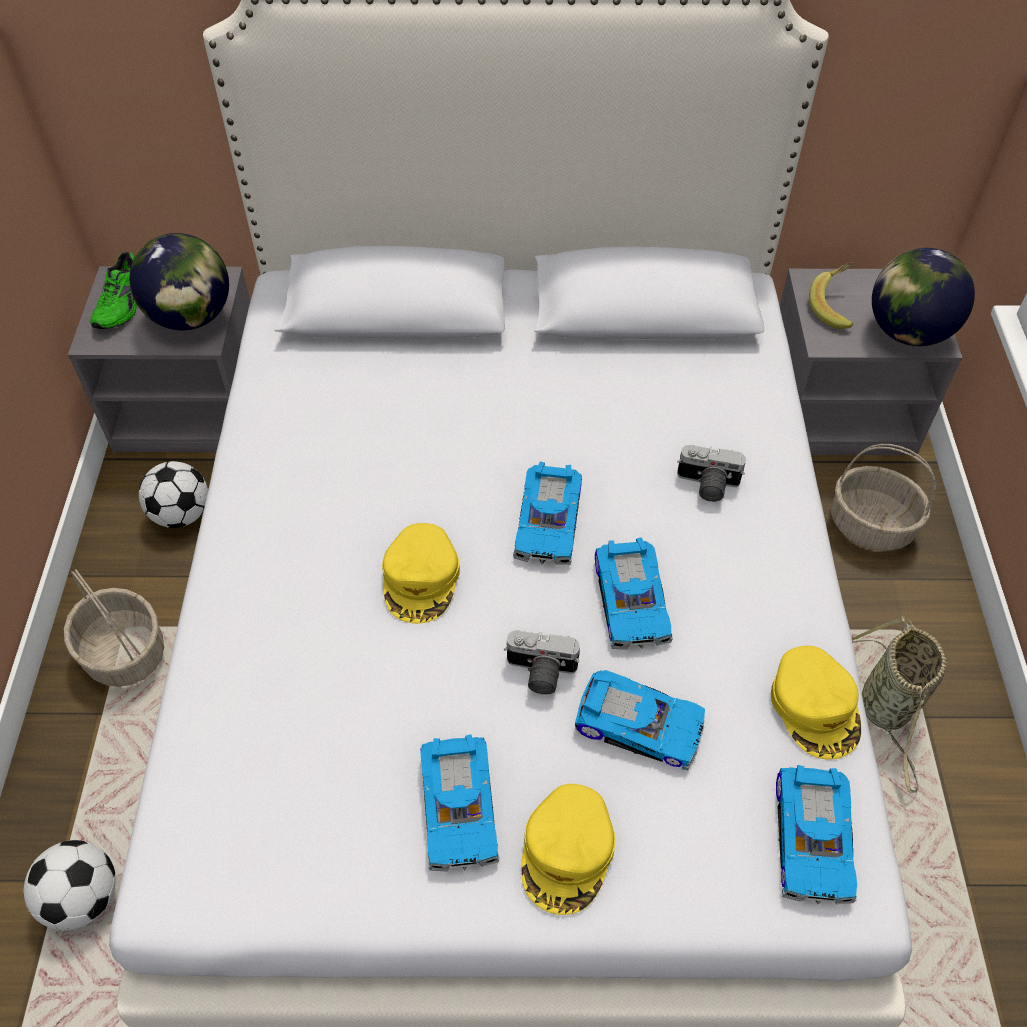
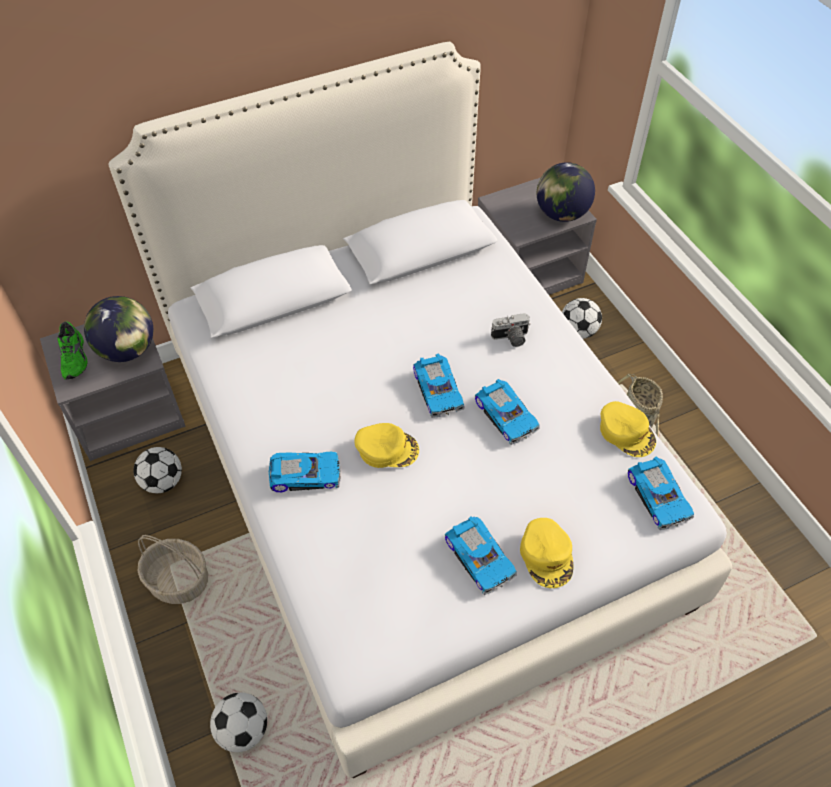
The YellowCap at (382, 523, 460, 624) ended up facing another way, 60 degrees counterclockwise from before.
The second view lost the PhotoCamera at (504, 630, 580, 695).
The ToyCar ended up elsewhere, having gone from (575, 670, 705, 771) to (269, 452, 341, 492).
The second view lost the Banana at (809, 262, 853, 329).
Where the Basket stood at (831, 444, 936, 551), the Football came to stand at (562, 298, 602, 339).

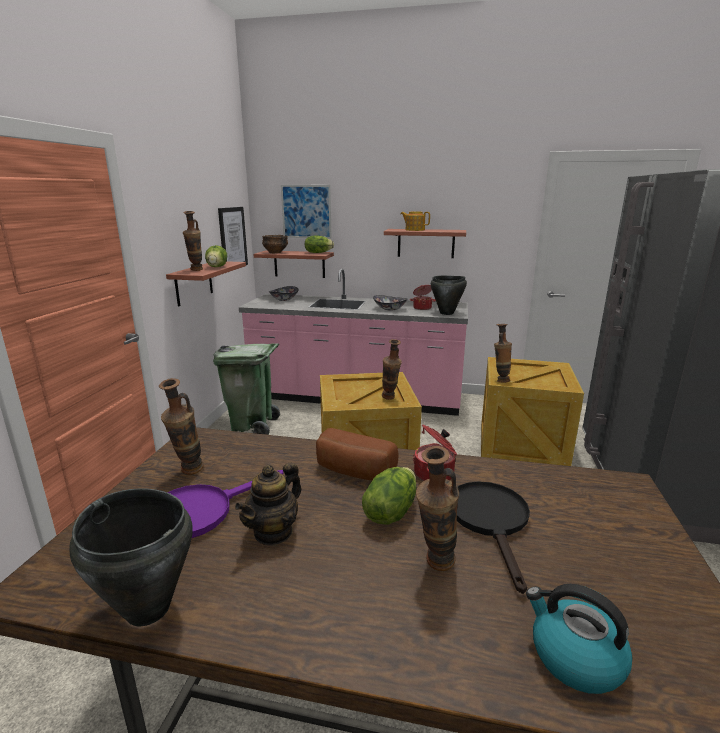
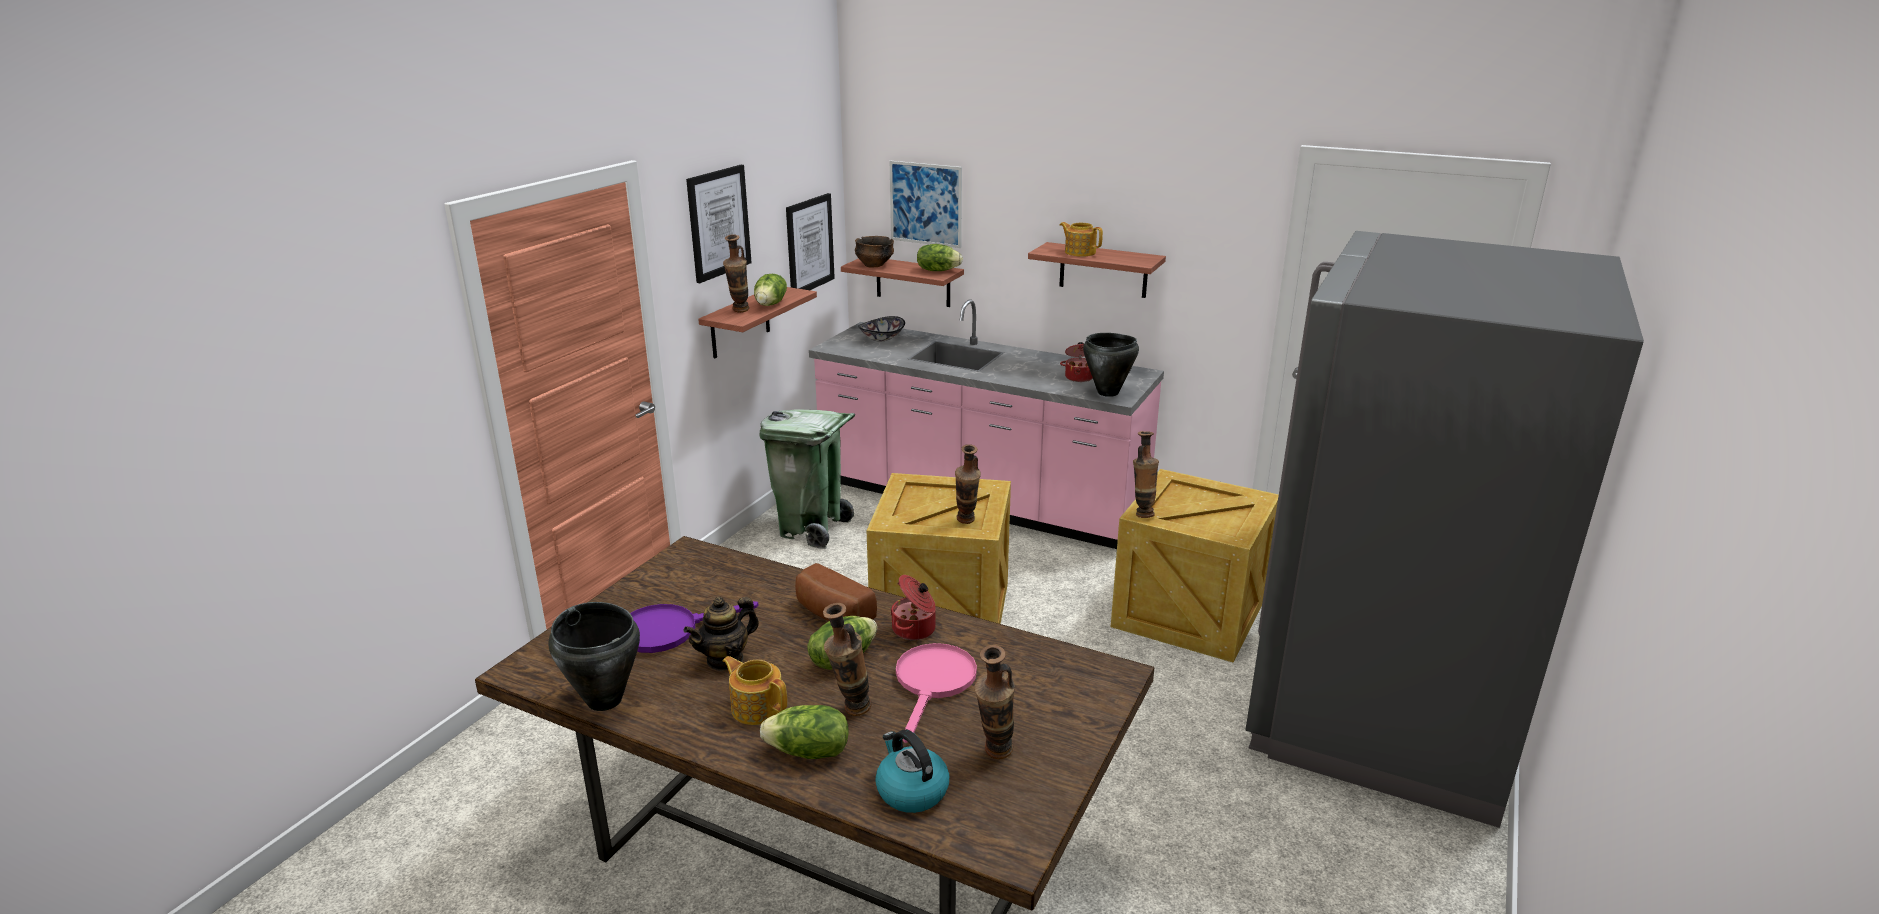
The Vase ended up elsewhere, having gone from (159, 378, 204, 475) to (974, 645, 1015, 759).
The second view lost the Bowl at (373, 295, 408, 311).
What was the BlackFryingPan at (457, 481, 530, 594) turned into the PinkFryingPan at (896, 643, 977, 743).
The second view gained the Picture at (686, 165, 751, 283).
The second view gained the Teapot at (723, 656, 787, 725).
The second view gained the Lettuce at (760, 705, 848, 759).

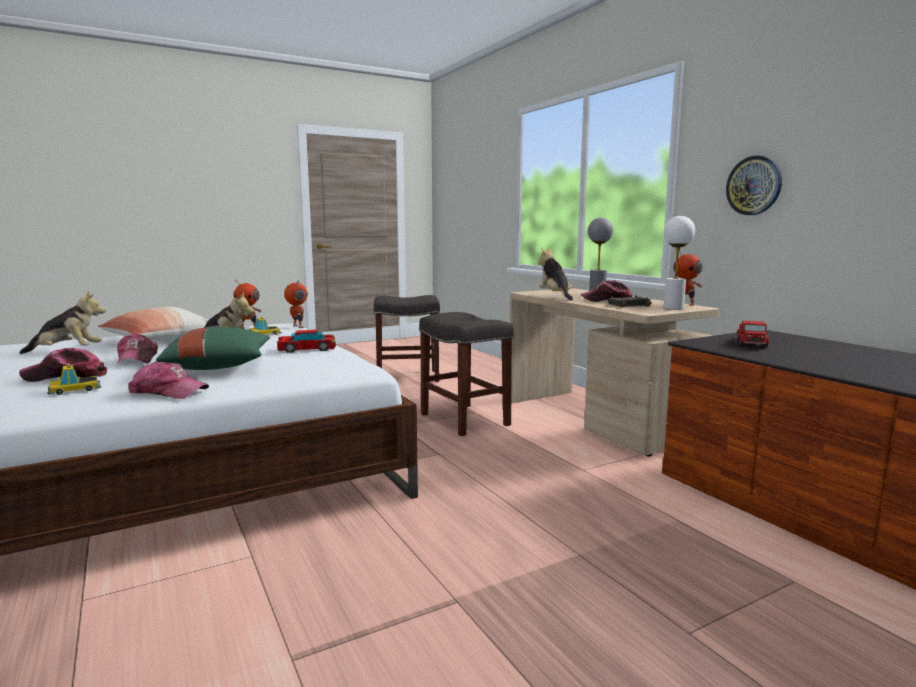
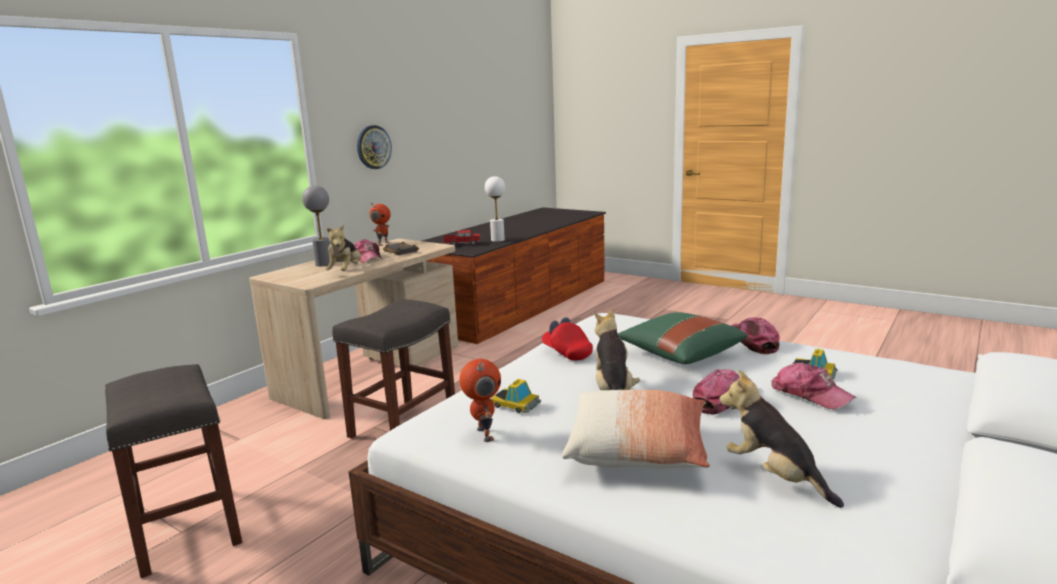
Where the ToyCar stood at (277, 330, 336, 353), the RedCap came to stand at (542, 317, 593, 361).
The second view lost the ToyRobot at (284, 280, 308, 328).
The PlushToy at (538, 247, 573, 301) ended up facing another way, 45 degrees counterclockwise from before.
The WhiteTableLamp ended up elsewhere, having gone from (663, 216, 695, 310) to (485, 176, 505, 242).

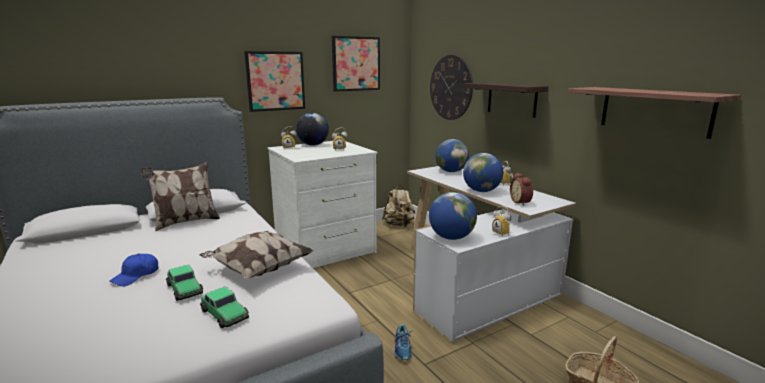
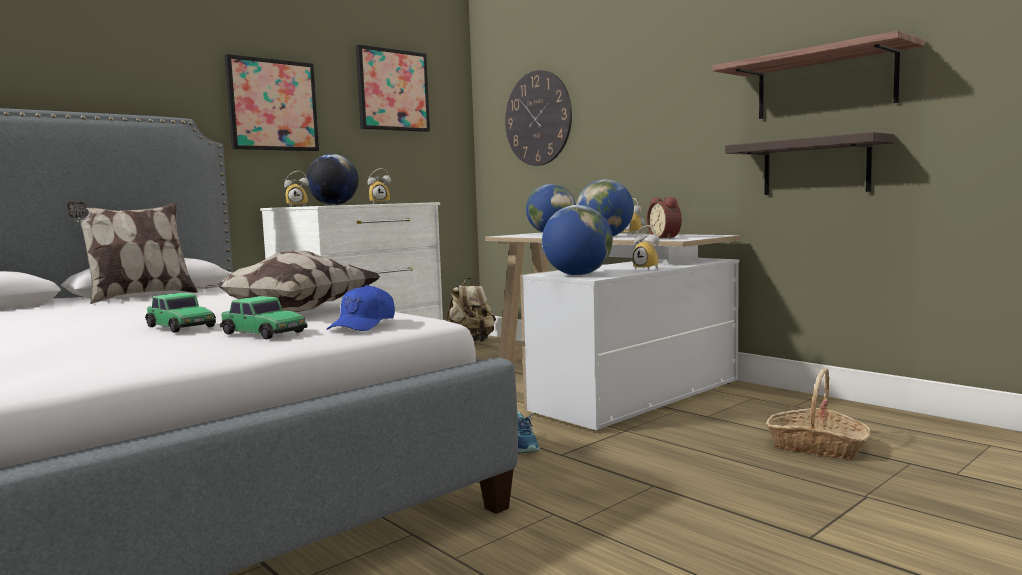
The BlueCap ended up elsewhere, having gone from (109, 253, 158, 286) to (327, 285, 395, 331).
The Shelf ended up elsewhere, having gone from (464, 83, 549, 118) to (725, 132, 895, 195).

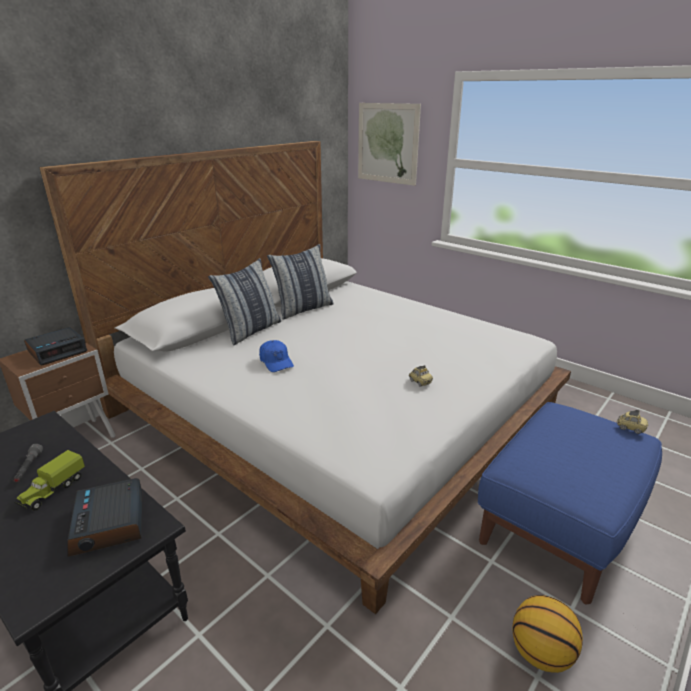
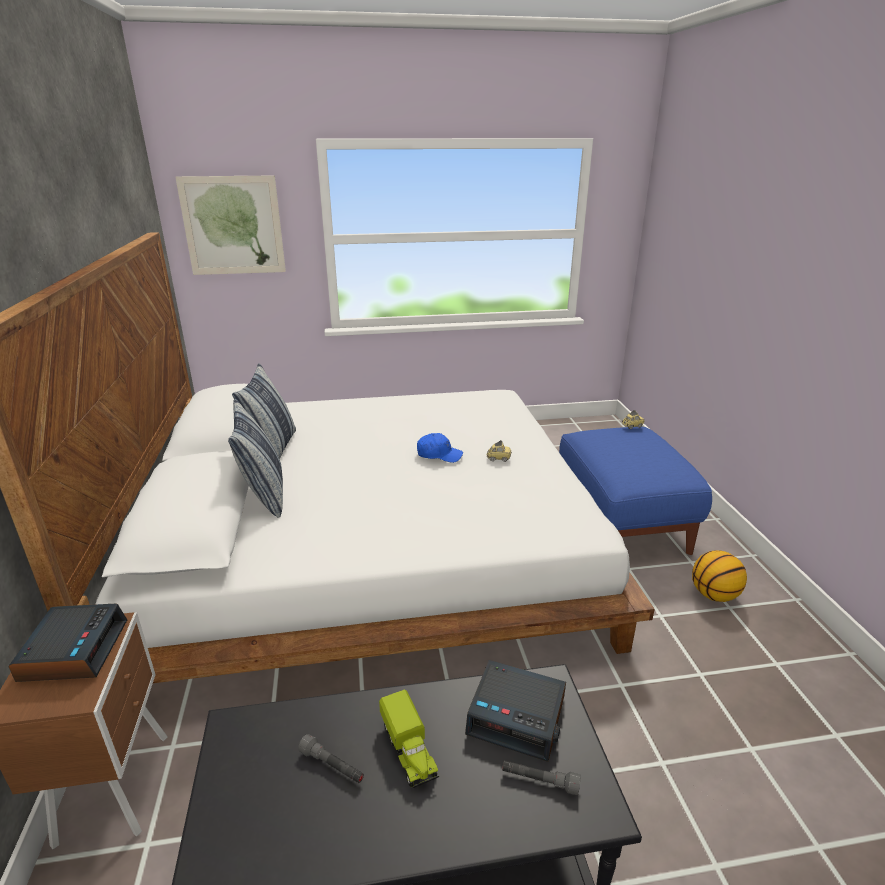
The BlueCap ended up elsewhere, having gone from (259, 340, 294, 372) to (417, 433, 463, 463).
The second view gained the GreyFlashlight at (502, 760, 581, 795).

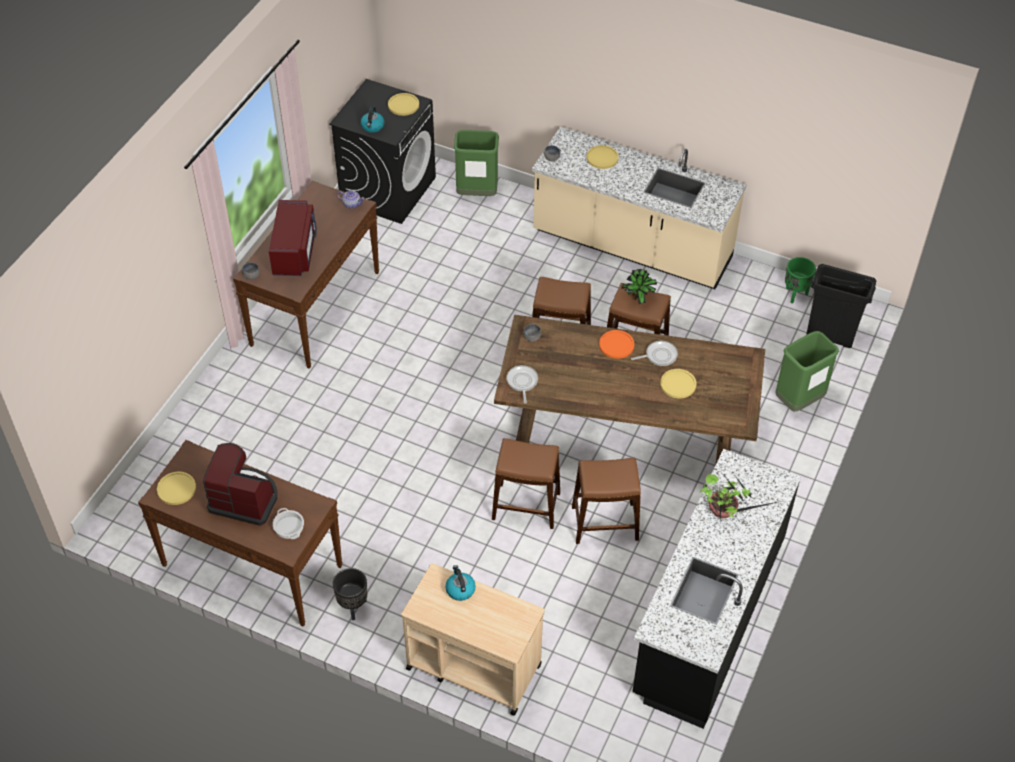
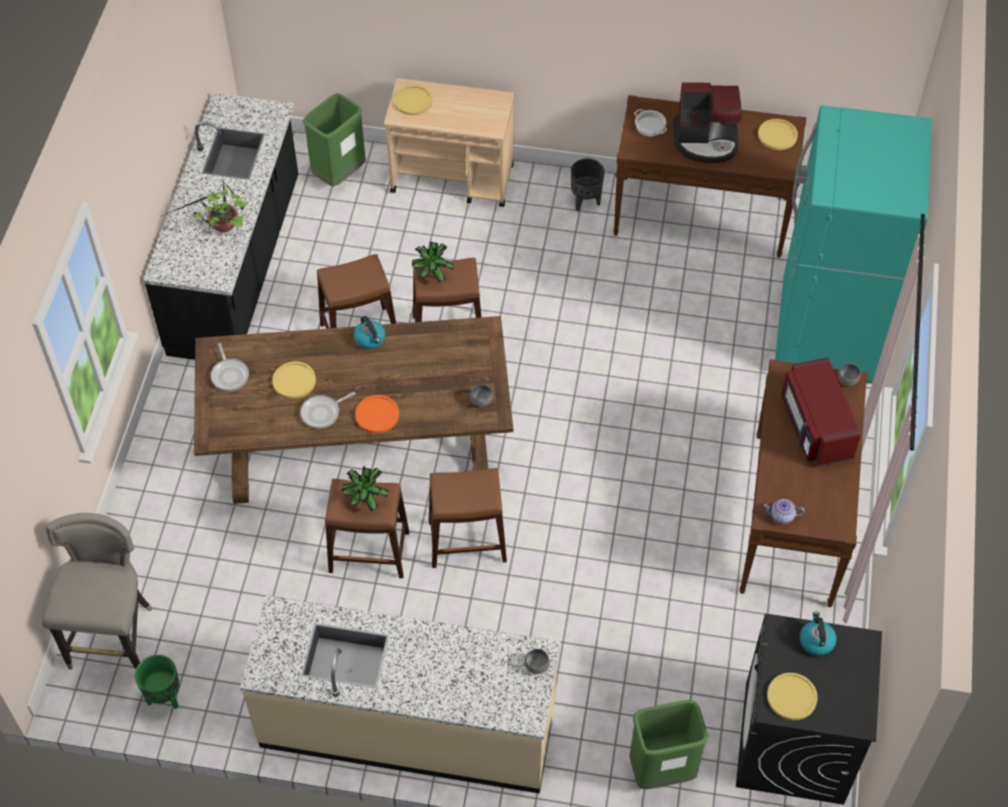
The Kettle ended up elsewhere, having gone from (445, 565, 476, 601) to (354, 316, 385, 349).
The FryingPan ended up elsewhere, having gone from (506, 365, 538, 404) to (210, 343, 249, 391).
The YellowPlate ended up elsewhere, having gone from (587, 145, 619, 169) to (394, 85, 432, 115).
The GreenTrashCan ended up elsewhere, having gone from (775, 331, 839, 412) to (303, 93, 366, 186).
Where the BlackTrashCan stood at (806, 264, 876, 348), the GreyStool came to stand at (42, 513, 153, 670).
The second view gained the PottedPlant at (412, 241, 454, 283).
The second view gained the TurquoiseFridge at (775, 105, 932, 384).

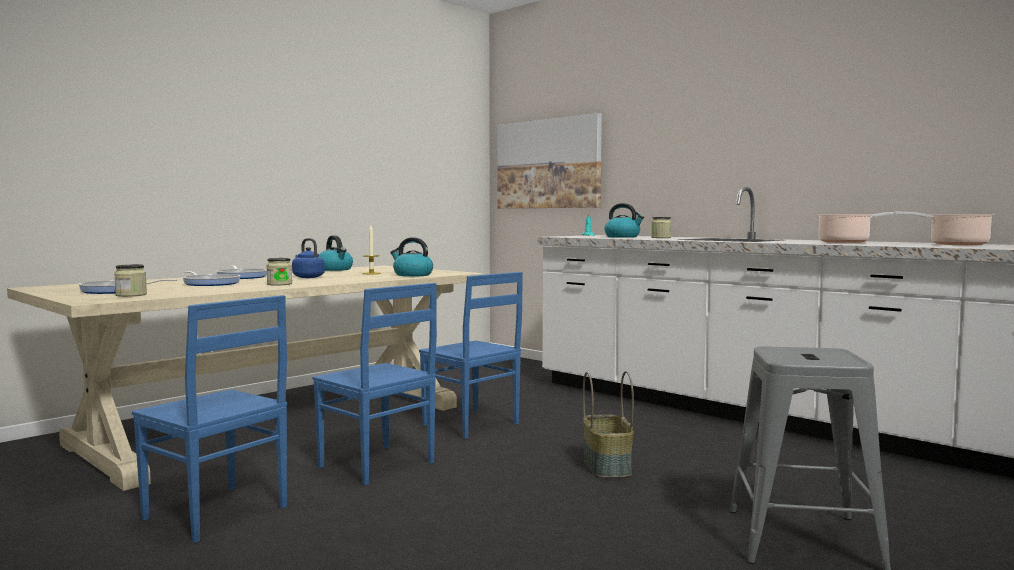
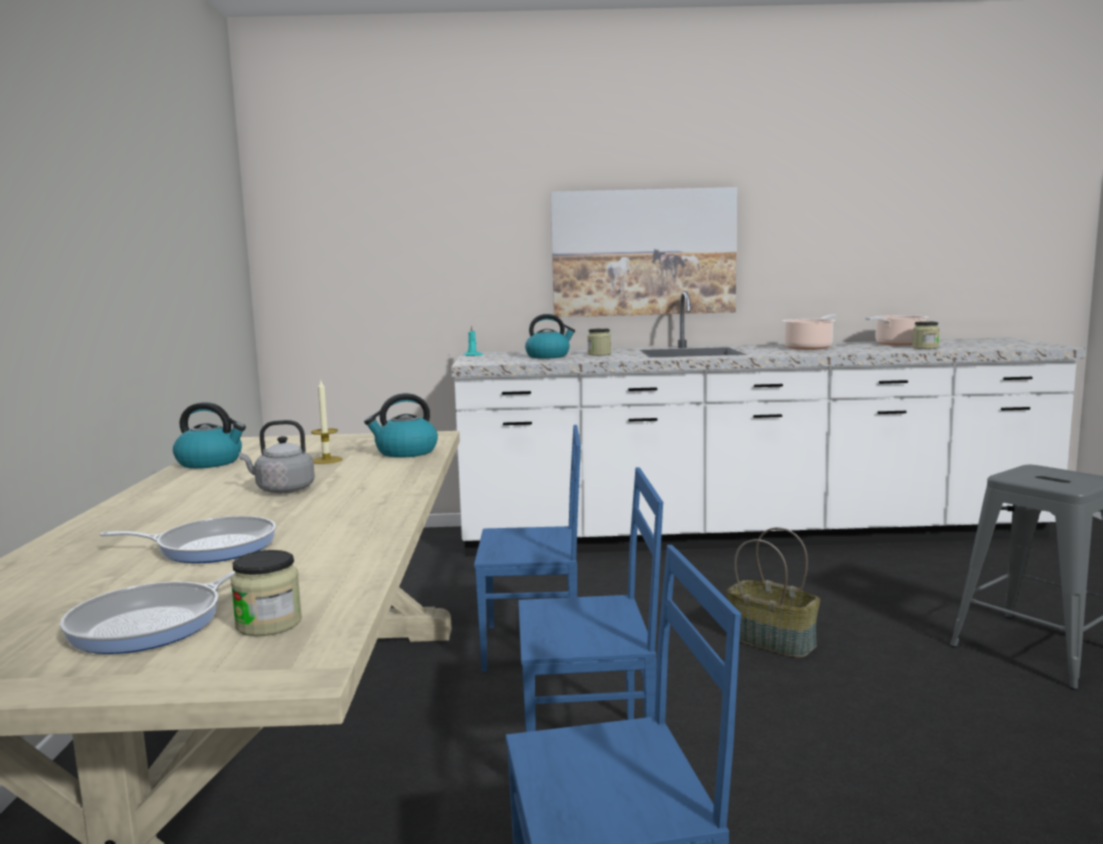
The second view lost the FryingPan at (216, 266, 267, 279).
The Jar ended up elsewhere, having gone from (266, 258, 292, 285) to (912, 321, 939, 349).
What was the BlueKettle at (292, 238, 325, 278) turned into the GreyKettle at (239, 420, 315, 493).
The Picture ended up elsewhere, having gone from (498, 113, 602, 209) to (551, 187, 737, 317).

